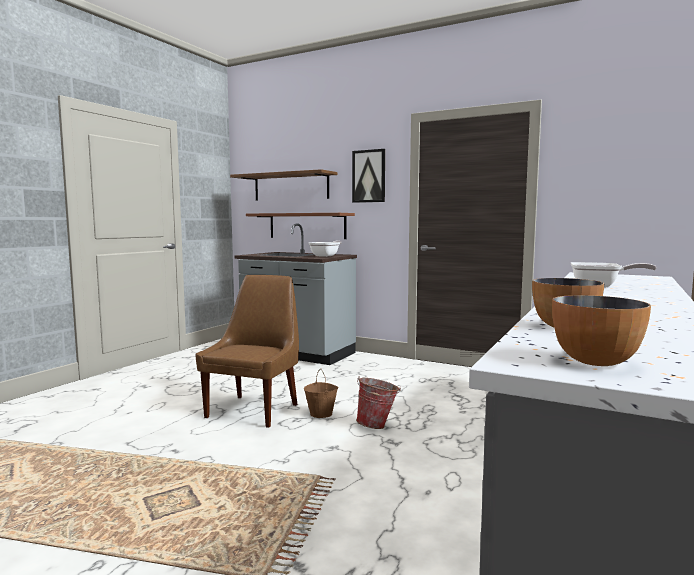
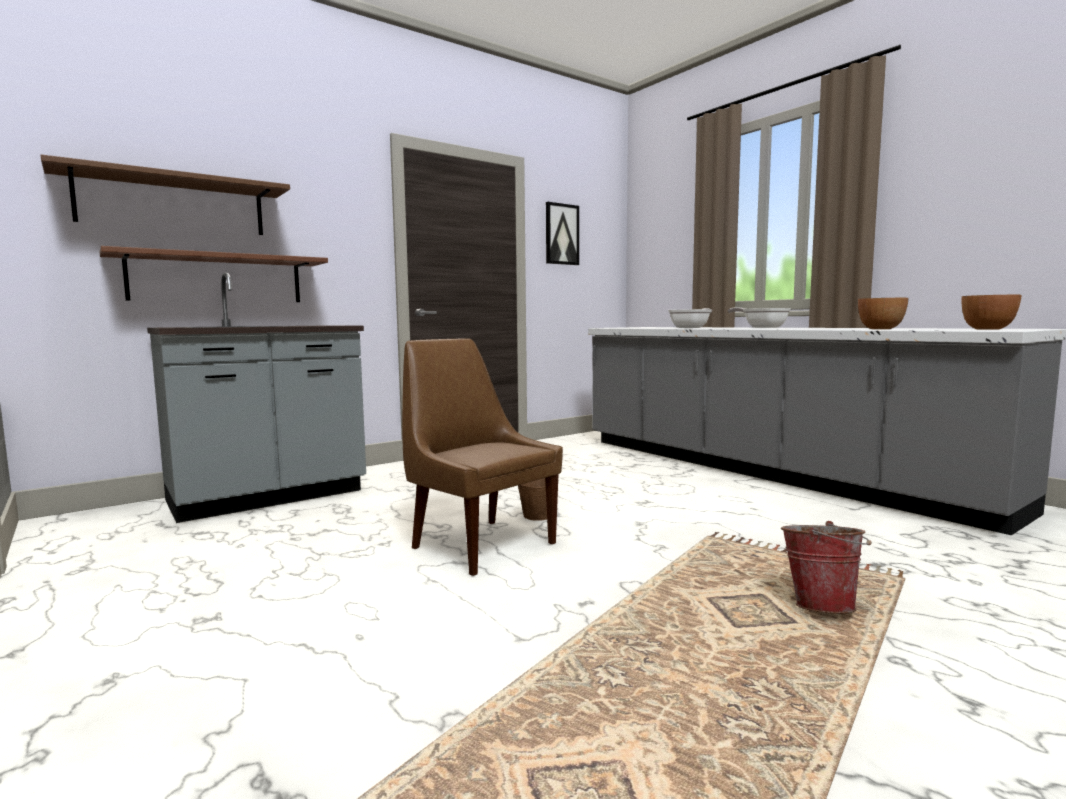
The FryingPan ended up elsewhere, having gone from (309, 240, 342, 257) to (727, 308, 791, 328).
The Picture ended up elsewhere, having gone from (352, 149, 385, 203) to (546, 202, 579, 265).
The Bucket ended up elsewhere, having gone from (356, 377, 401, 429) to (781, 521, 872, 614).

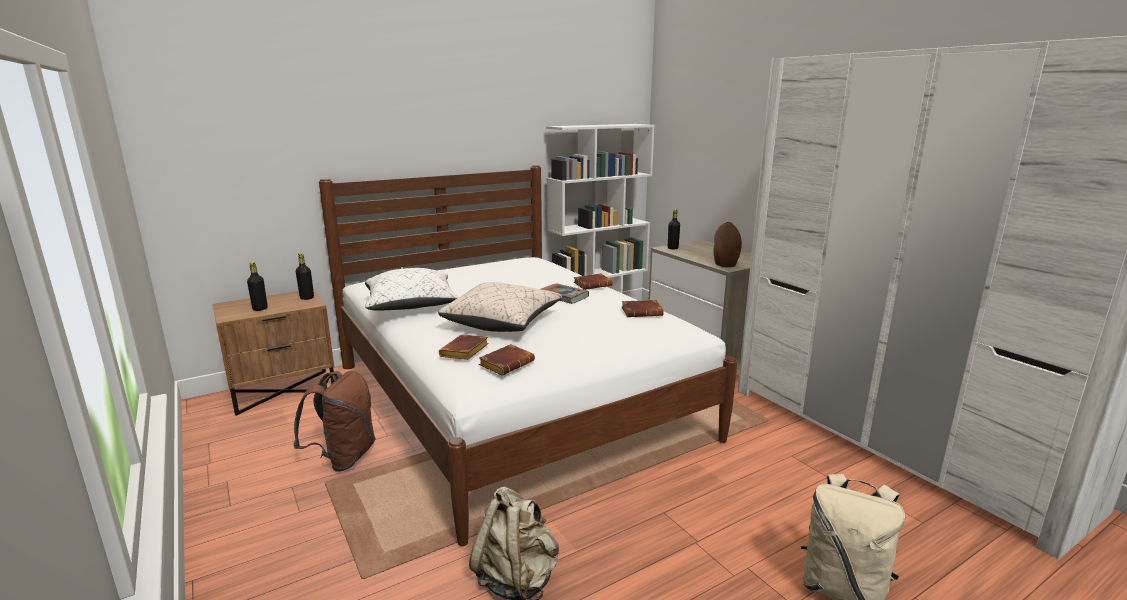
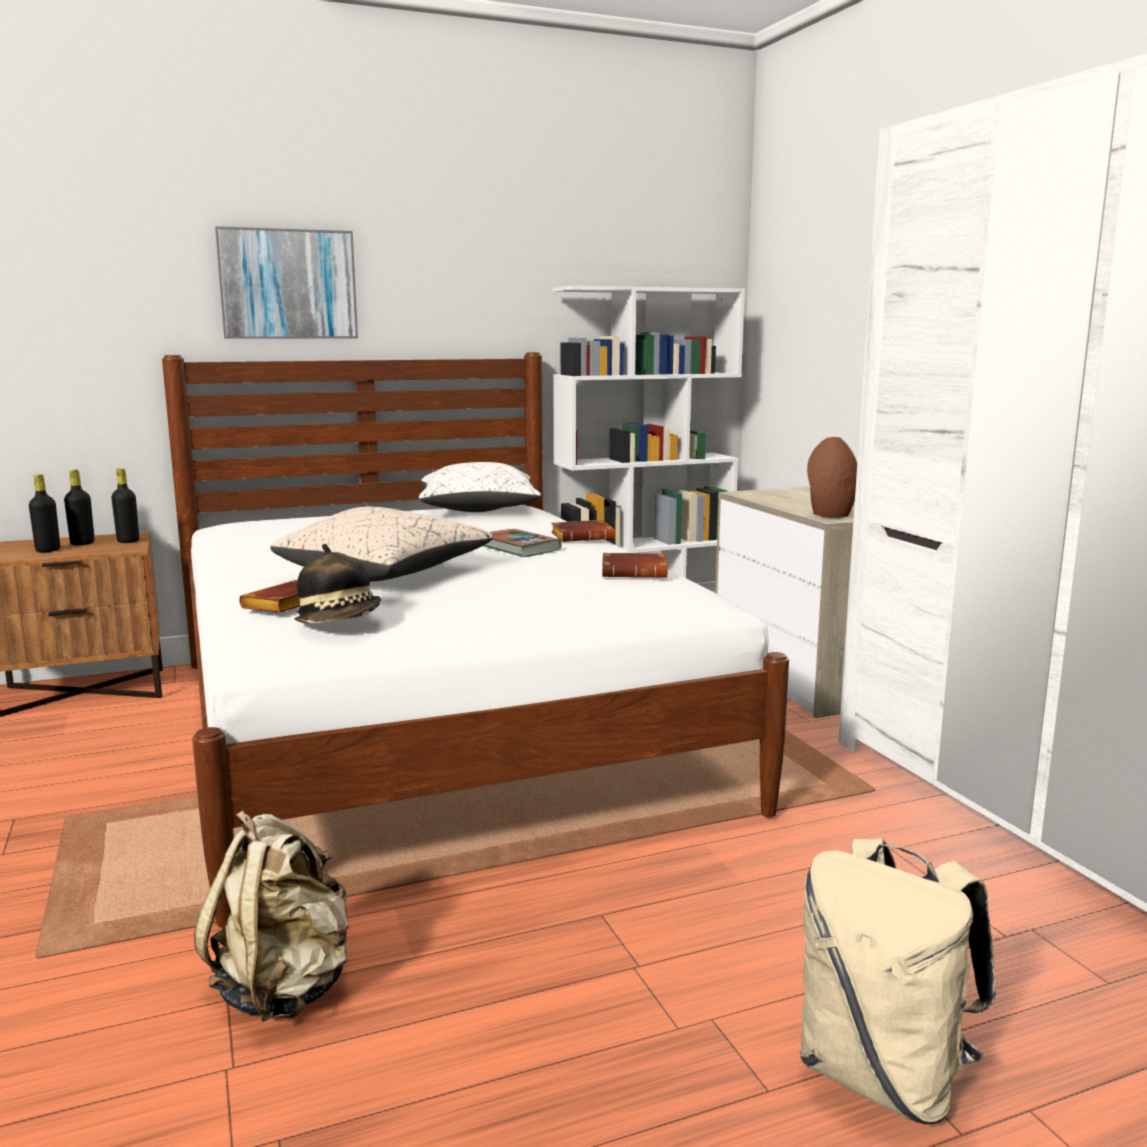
The second view lost the BrownBackpack at (293, 371, 375, 472).
The WhitePillow ended up elsewhere, having gone from (365, 268, 458, 311) to (419, 462, 541, 512).
Where the BrownBook stood at (479, 344, 535, 376), the Hat came to stand at (294, 544, 381, 624).
The BlackBottle ended up elsewhere, having gone from (668, 209, 680, 249) to (64, 470, 95, 545).
The second view gained the Picture at (215, 226, 358, 339).

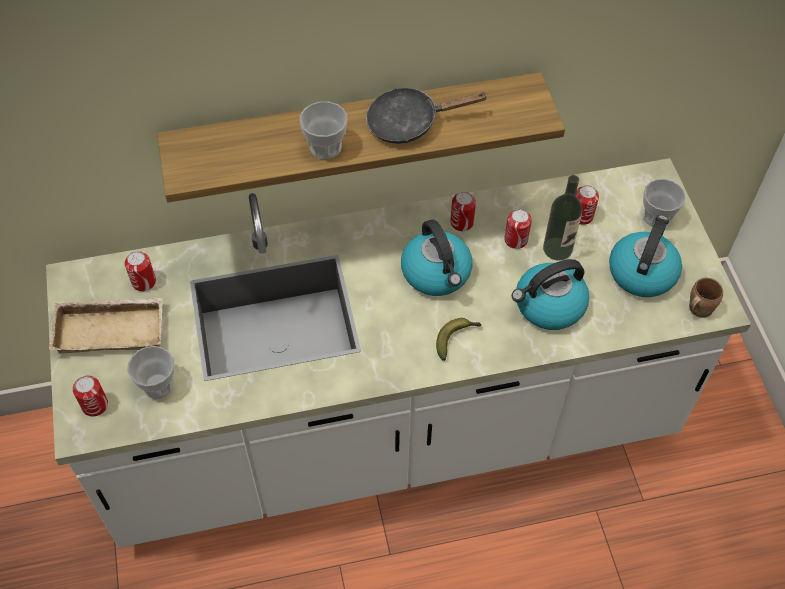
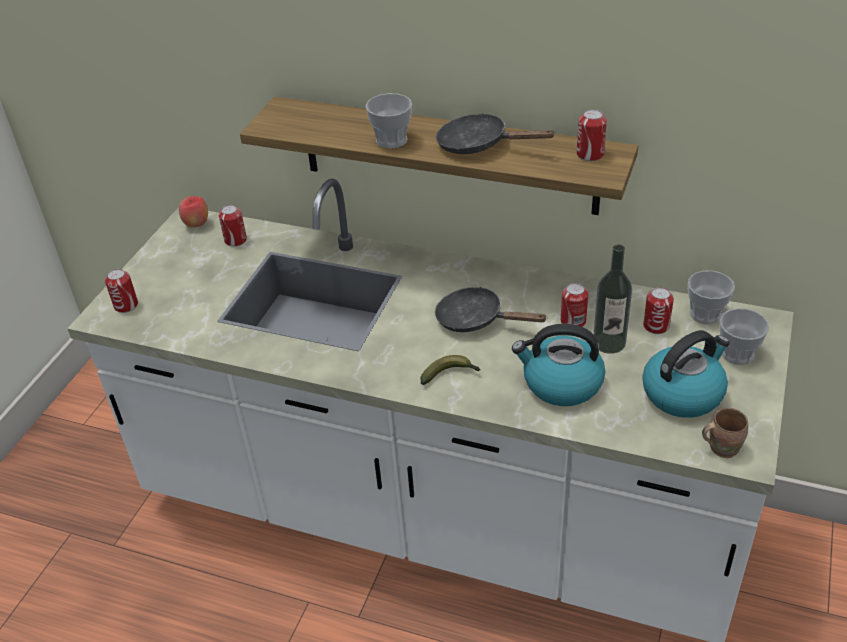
The second view lost the BeigeTray at (49, 298, 164, 353).
The Cup ended up elsewhere, having gone from (127, 346, 174, 399) to (688, 270, 735, 324).
Where the Kettle stood at (401, 219, 473, 296), the BlackFryingPan came to stand at (435, 287, 548, 332).
The Can ended up elsewhere, having gone from (450, 192, 476, 231) to (577, 109, 607, 161).
The second view gained the Apple at (179, 196, 208, 228).

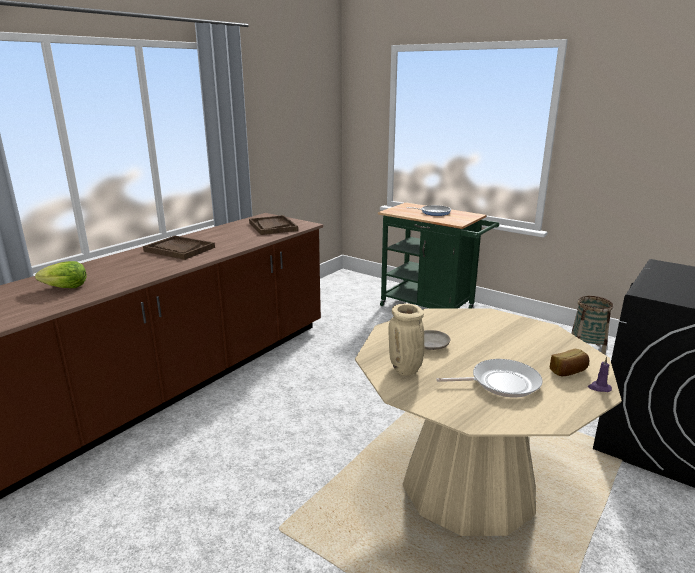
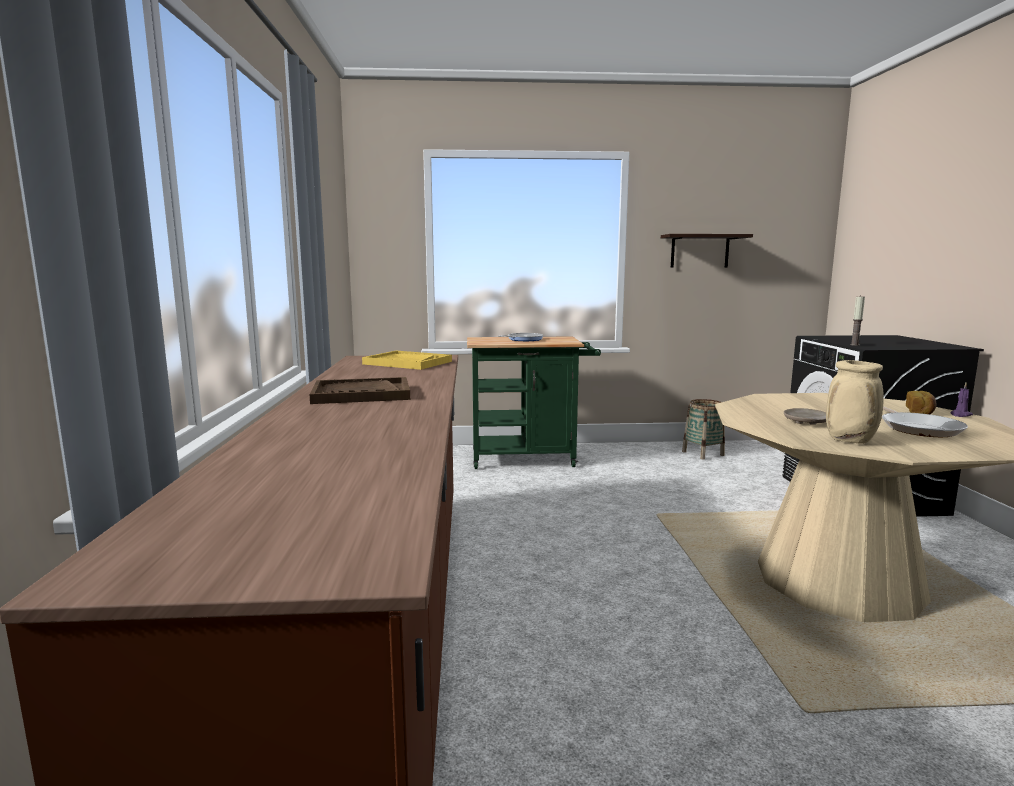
The second view lost the Lettuce at (35, 261, 87, 288).
What was the BrownTray at (249, 215, 298, 235) turned into the YellowTray at (362, 351, 452, 370).
The FryingPan at (437, 359, 543, 398) ended up facing another way, 135 degrees clockwise from before.
The second view gained the Shelf at (661, 234, 753, 268).
The second view gained the Candle at (850, 295, 865, 346).

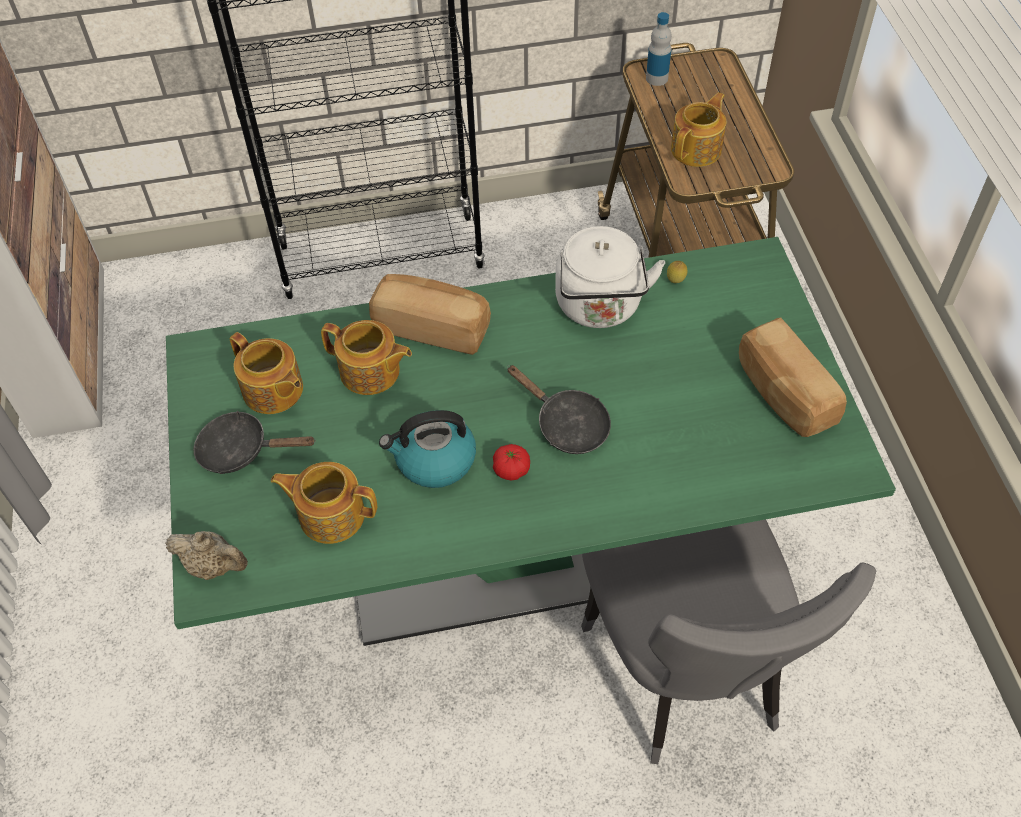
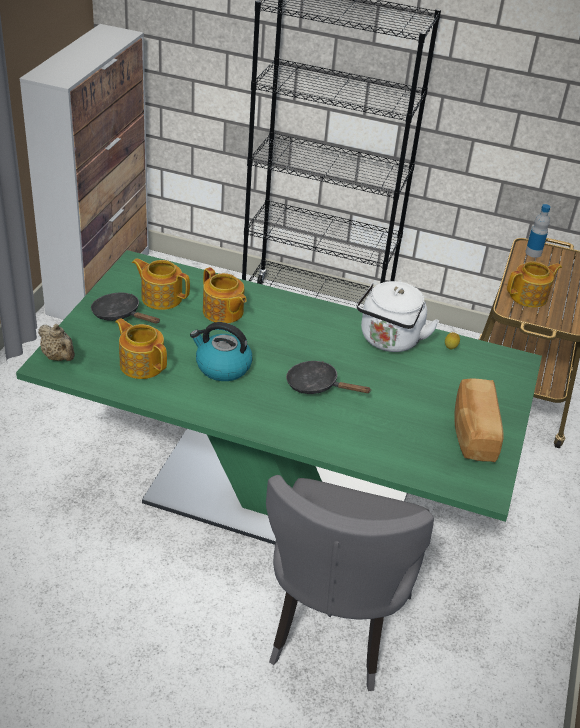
The Teapot at (230, 332, 303, 414) ended up facing another way, 135 degrees clockwise from before.
The second view lost the Bread at (369, 274, 491, 355).
The second view lost the Tomato at (493, 444, 530, 480).
The BlackFryingPan at (507, 365, 611, 454) ended up facing another way, 135 degrees clockwise from before.

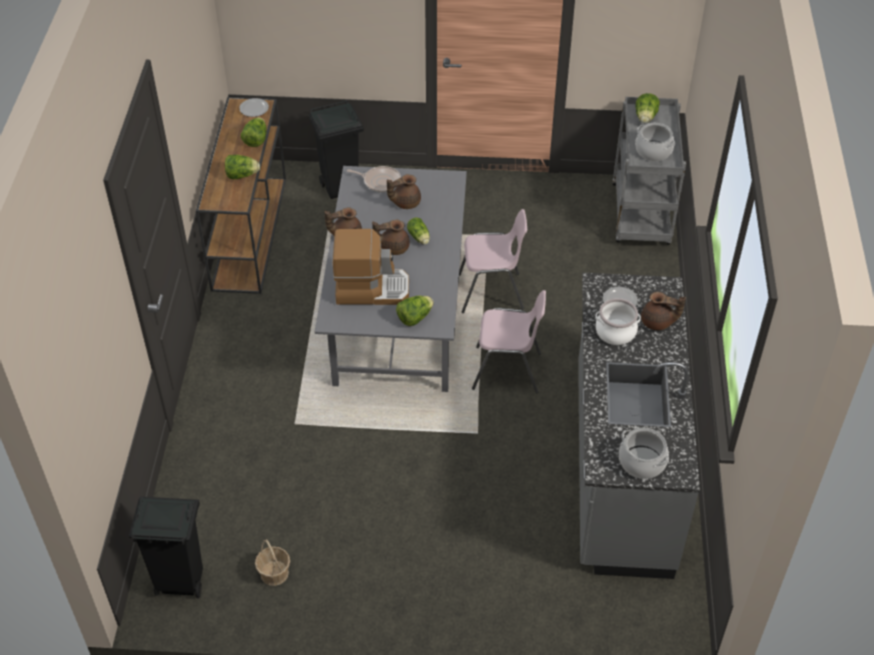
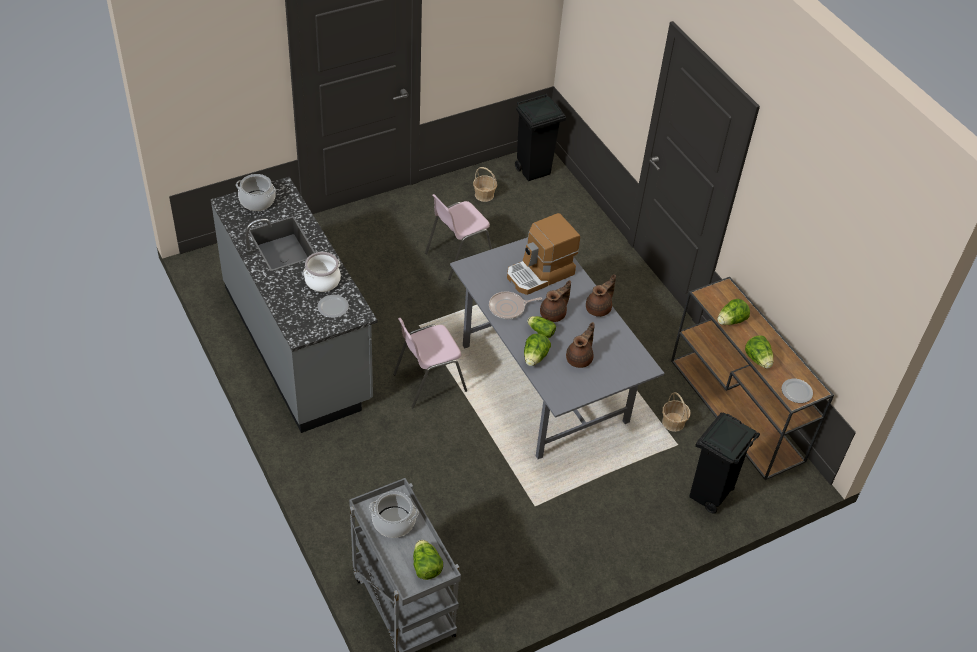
The FryingPan ended up elsewhere, having gone from (347, 166, 401, 193) to (489, 291, 542, 319).
The Lettuce ended up elsewhere, having gone from (396, 296, 434, 326) to (524, 333, 551, 366).
The PinkChair ended up elsewhere, having gone from (459, 209, 527, 313) to (425, 194, 492, 280).
The second view lost the BrownTeapot at (641, 292, 686, 330).
The second view gained the Basket at (662, 392, 690, 432).

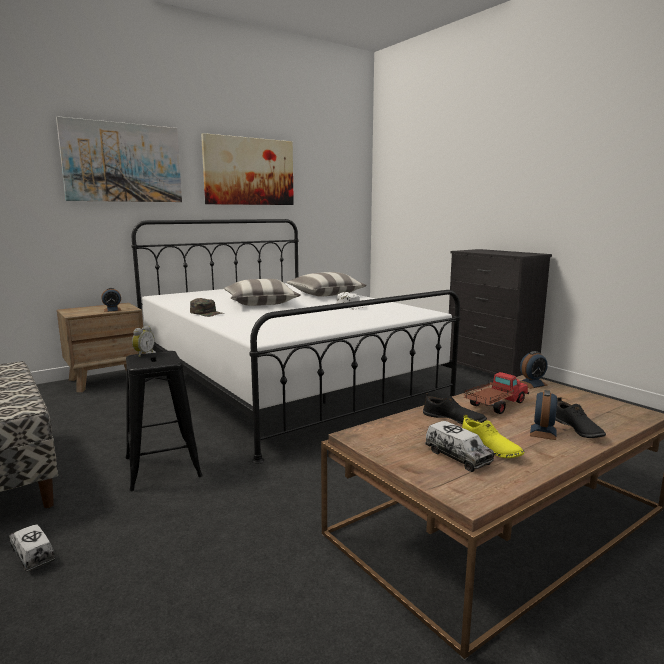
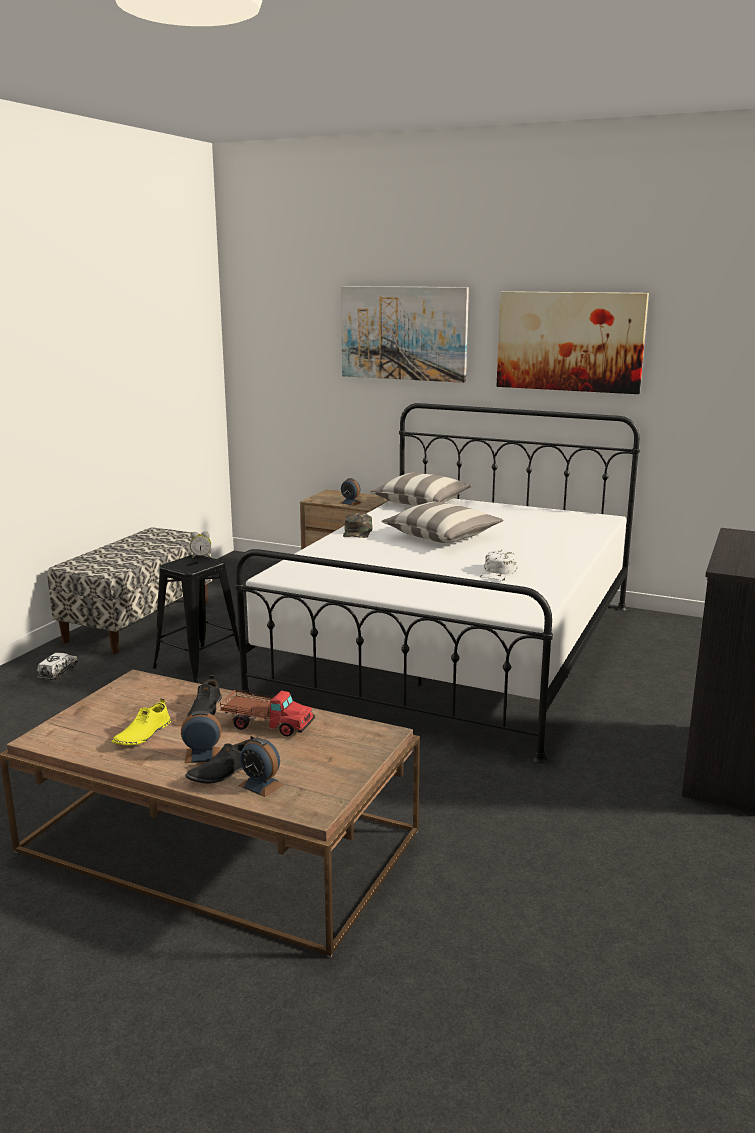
The Pillow ended up elsewhere, having gone from (286, 272, 367, 297) to (370, 473, 472, 506).
The second view lost the ToyTruck at (425, 421, 494, 472).
The AlarmClock ended up elsewhere, having gone from (520, 351, 548, 389) to (238, 738, 284, 797).

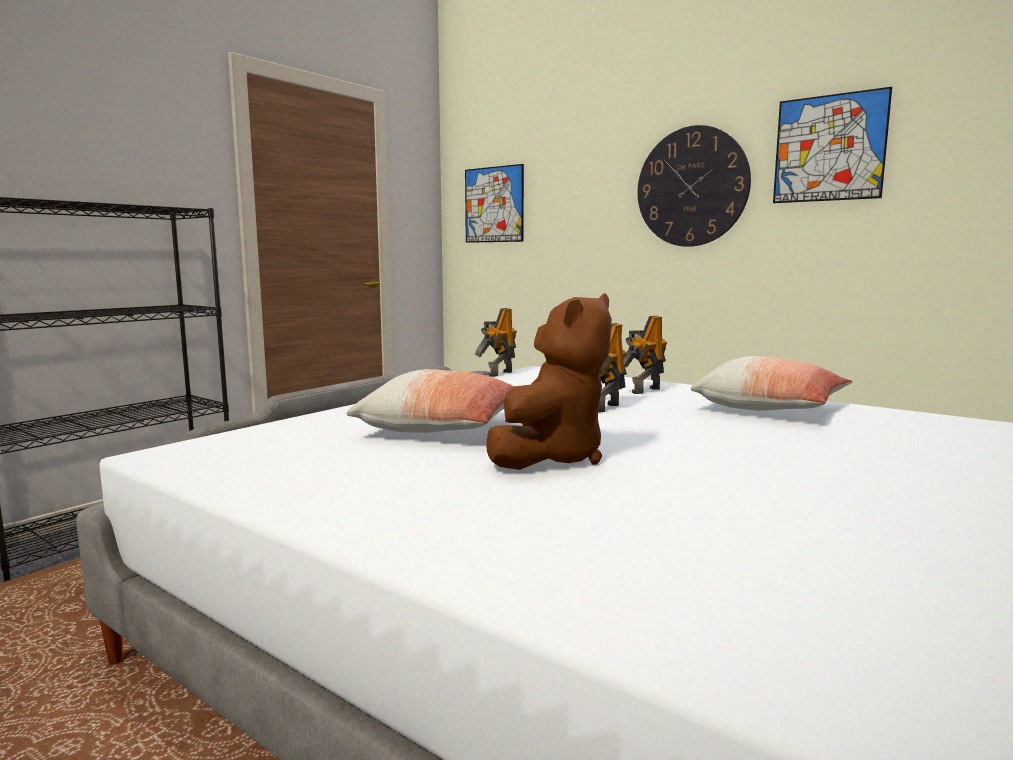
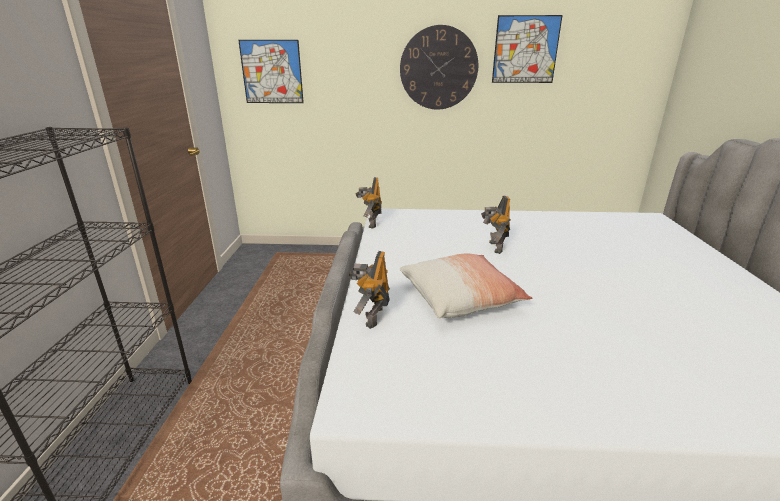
The second view lost the BrownPlushToy at (486, 293, 612, 470).
The ToyRobot ended up elsewhere, having gone from (623, 315, 668, 394) to (349, 251, 390, 329).
The second view lost the Pillow at (691, 356, 852, 411).

